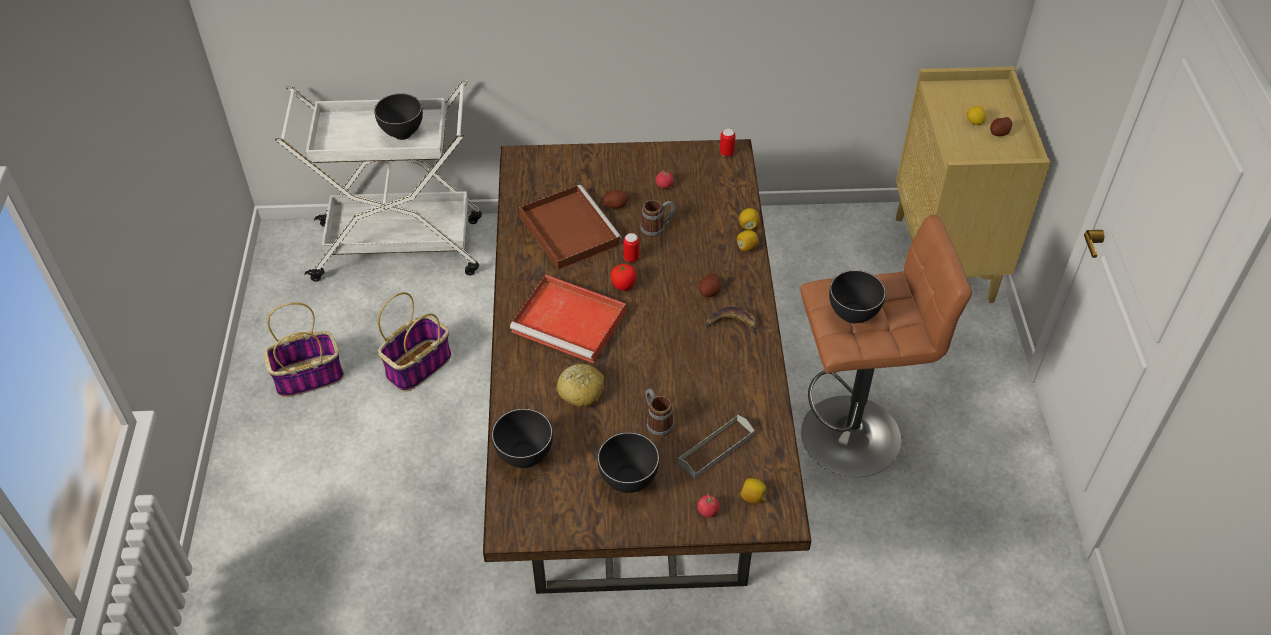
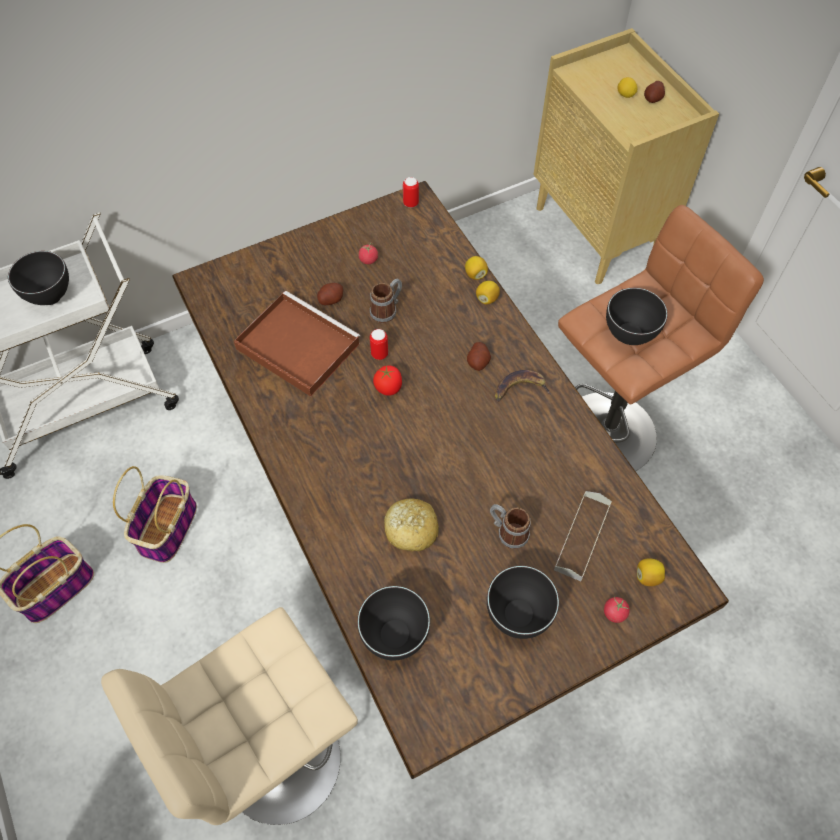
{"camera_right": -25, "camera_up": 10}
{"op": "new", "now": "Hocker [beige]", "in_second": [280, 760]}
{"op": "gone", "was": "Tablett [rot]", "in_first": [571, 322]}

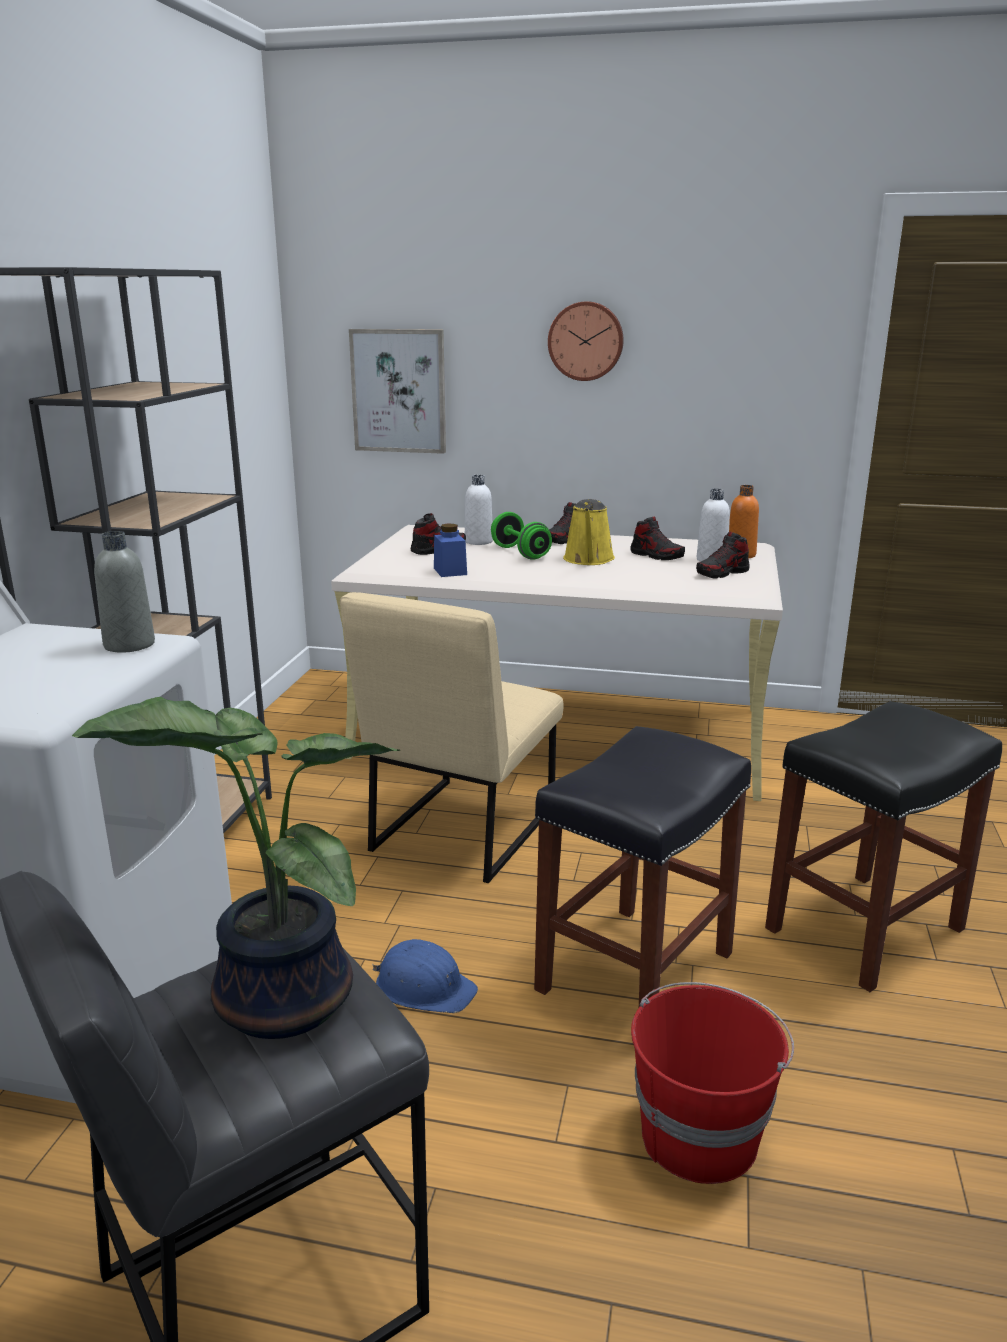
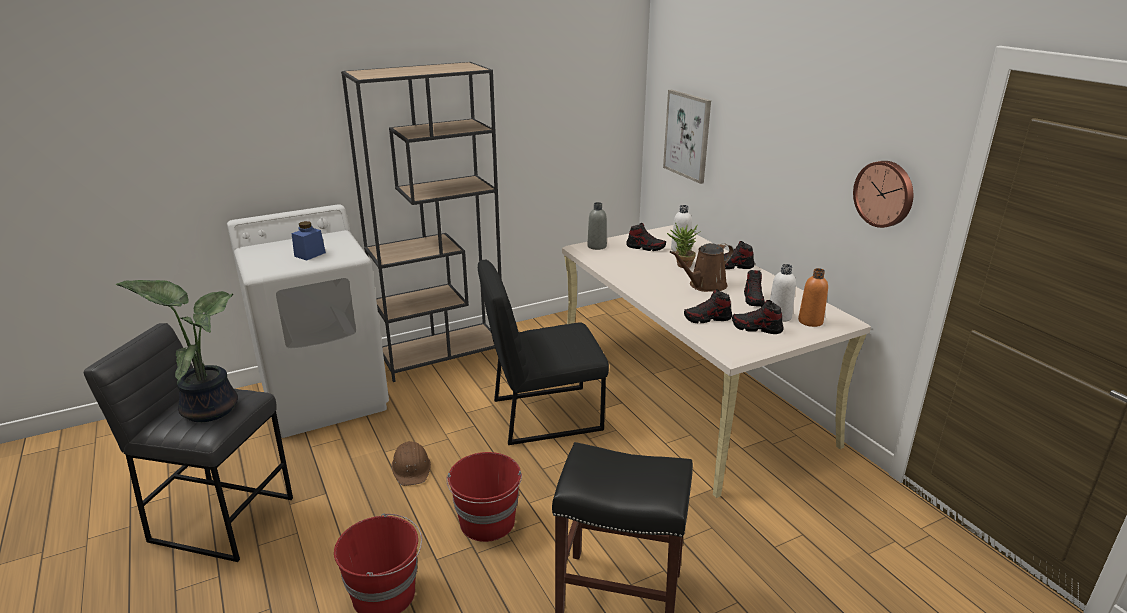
{"camera_right": 50, "camera_up": 5}
{"op": "shifted", "was": "Vorratsglas [blau]", "in_first": [450, 571], "in_second": [310, 254]}
{"op": "repainted", "was": "Schutzhelm [blau]", "now": "Schutzhelm [braun]", "in_first": [424, 987], "in_second": [411, 468]}
{"op": "swapped", "was": "Hocker [schwarz]", "now": "Eimer [rot]", "in_first": [635, 969], "in_second": [487, 522]}
{"op": "repainted", "was": "Stuhl [beige]", "now": "Stuhl [schwarz]", "in_first": [460, 830], "in_second": [543, 414]}
{"op": "shifted", "was": "Flasche [grau]", "in_first": [129, 645], "in_second": [597, 246]}
{"op": "swapped", "was": "Hantel [grün]", "now": "Topfpflanze", "in_first": [520, 553], "in_second": [681, 266]}
{"op": "repainted", "was": "Gießkanne [gelb]", "now": "Gießkanne [braun]", "in_first": [588, 560], "in_second": [705, 285]}
{"op": "new", "now": "Schuh", "in_second": [707, 318]}
{"op": "shifted", "was": "Wanduhr", "in_first": [586, 341], "in_second": [885, 193]}

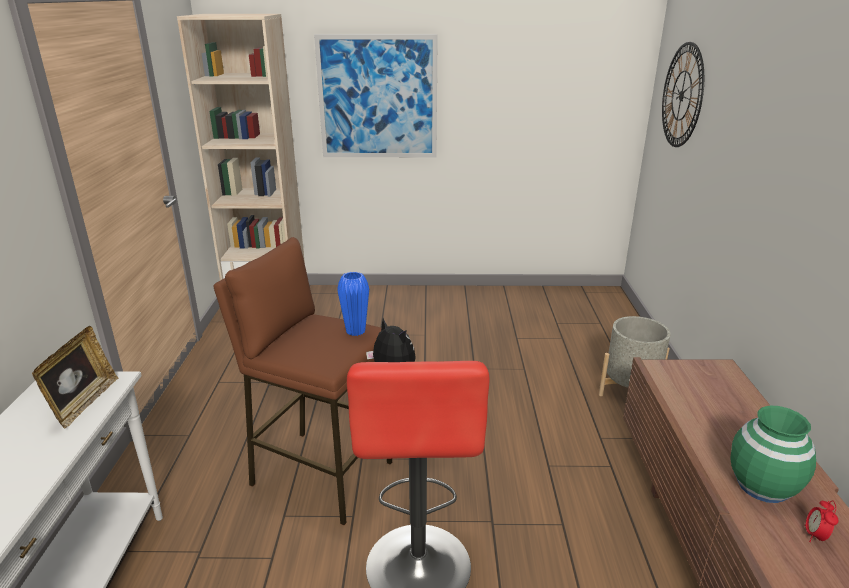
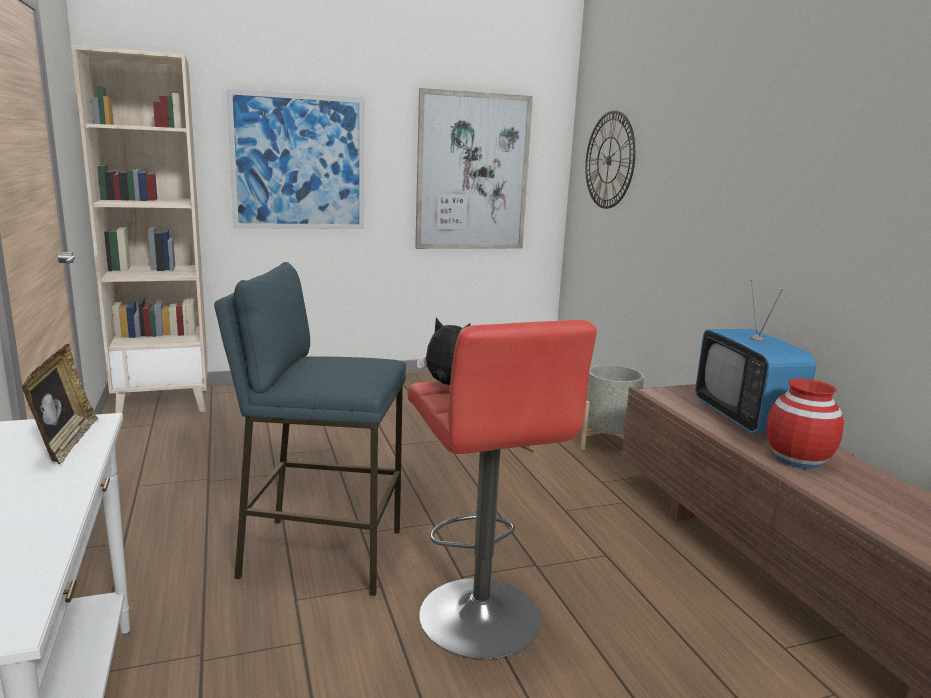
{"camera_right": -20, "camera_up": -10}
{"op": "repainted", "was": "Hocker [braun]", "now": "Hocker [blau]", "in_first": [321, 473], "in_second": [321, 553]}
{"op": "new", "now": "Bild", "in_second": [472, 172]}
{"op": "new", "now": "Fernseher", "in_second": [745, 419]}
{"op": "repainted", "was": "Vase [grün]", "now": "Vase [rot]", "in_first": [762, 485], "in_second": [797, 459]}
{"op": "gone", "was": "Vase [blau]", "in_first": [355, 331]}
{"op": "gone", "was": "Wecker", "in_first": [815, 536]}

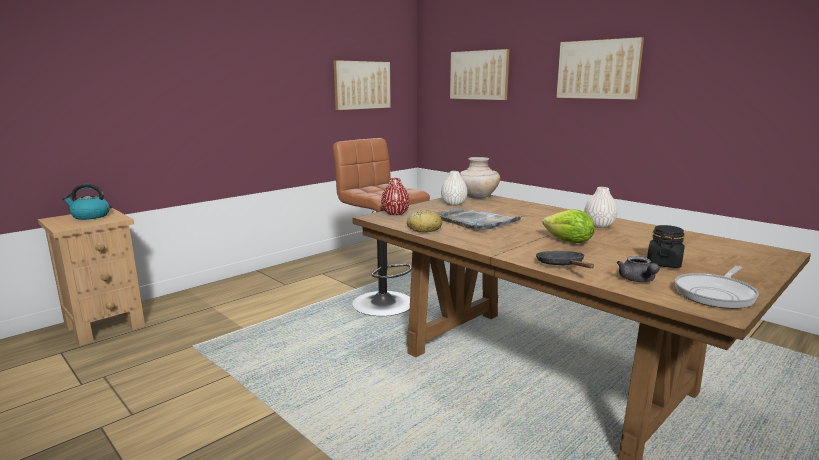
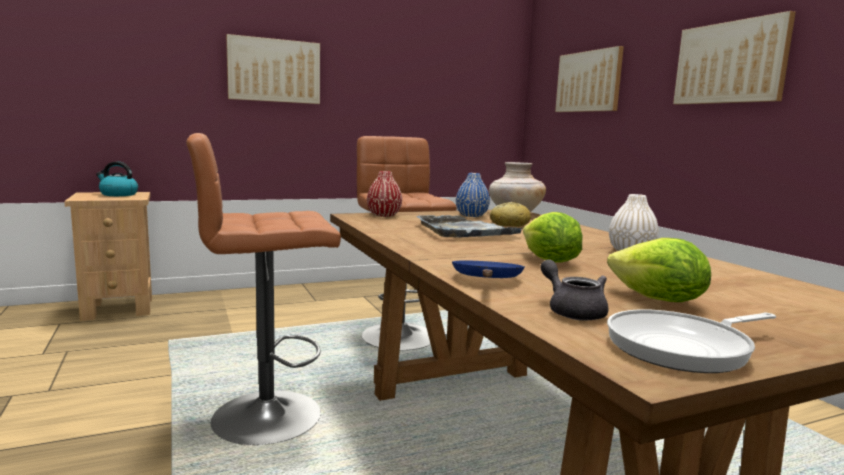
{"camera_right": 20, "camera_up": -5}
{"op": "new", "now": "Hocker [braun]", "in_second": [265, 416]}
{"op": "shifted", "was": "Bild", "in_first": [362, 85], "in_second": [274, 70]}
{"op": "repainted", "was": "Pfanne [schwarz]", "now": "Pfanne [blau]", "in_first": [562, 266], "in_second": [487, 280]}
{"op": "repainted", "was": "Vase [weiß]", "now": "Vase [blau]", "in_first": [453, 204], "in_second": [471, 215]}
{"op": "shifted", "was": "Brot", "in_first": [424, 229], "in_second": [509, 224]}
{"op": "rotated", "was": "Teekanne [grau]", "in_first": [638, 280], "in_second": [572, 311], "clockwise": 135}
{"op": "swapped", "was": "Vorratsglas [schwarz]", "now": "Salatkopf", "in_first": [664, 263], "in_second": [657, 300]}

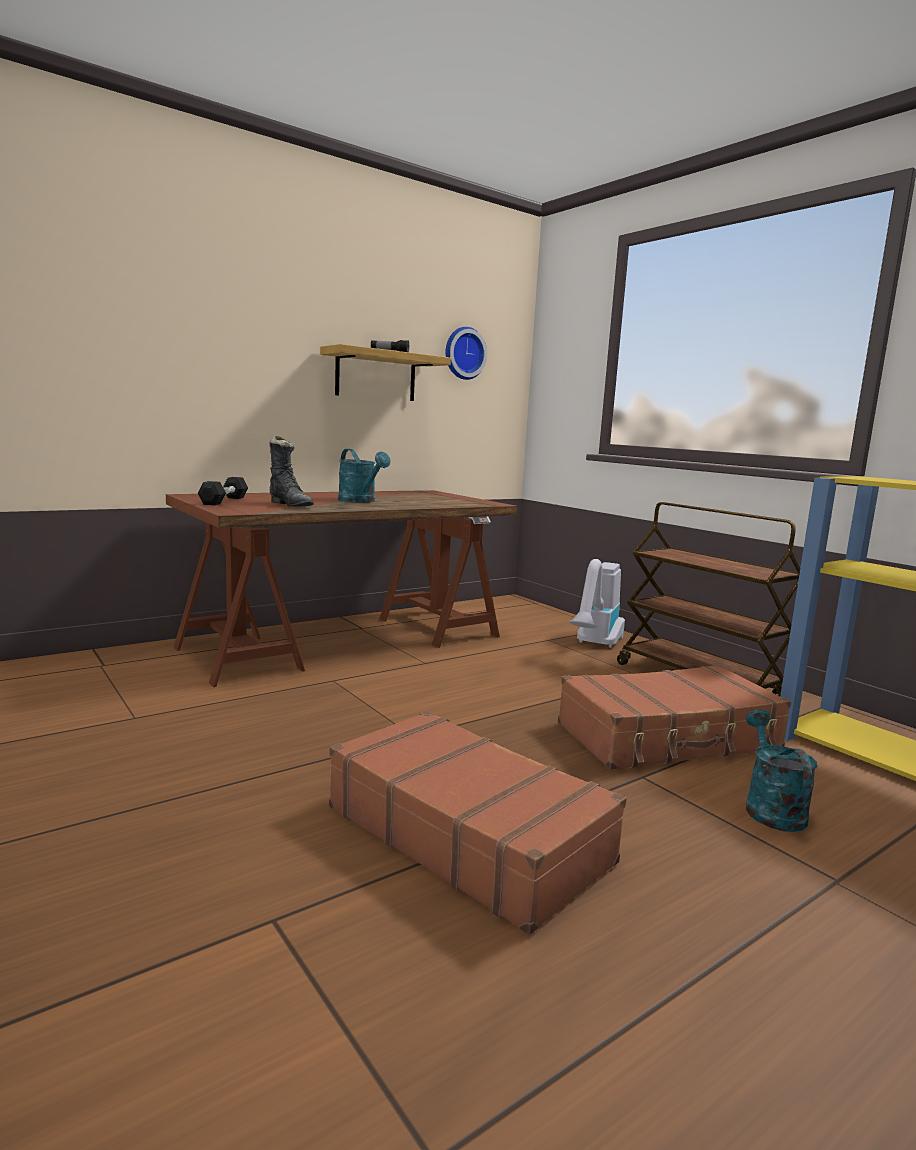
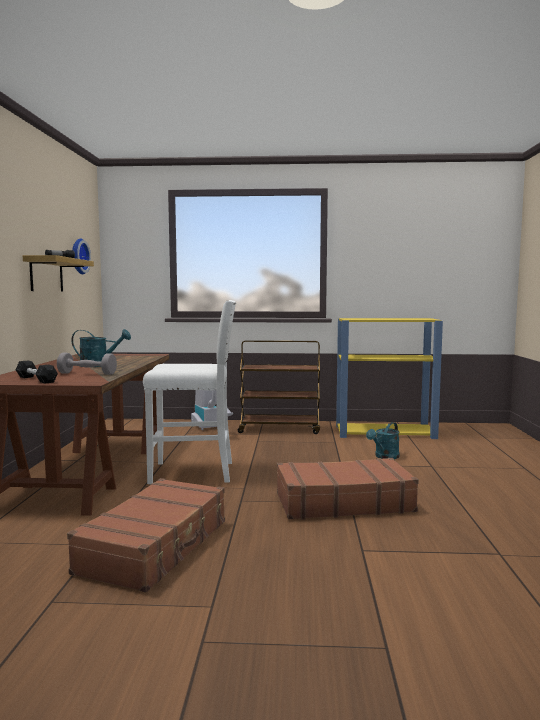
{"camera_right": -50, "camera_up": -5}
{"op": "swapped", "was": "Stiefel [schwarz]", "now": "Hantel [grau]", "in_first": [291, 505], "in_second": [87, 374]}
{"op": "shifted", "was": "Koffer [braun]", "in_first": [669, 737], "in_second": [156, 546]}
{"op": "new", "now": "Hocker [weiß]", "in_second": [194, 472]}
{"op": "rotated", "was": "Gießkanne [türkis]", "in_first": [770, 807], "in_second": [384, 457], "clockwise": -90}

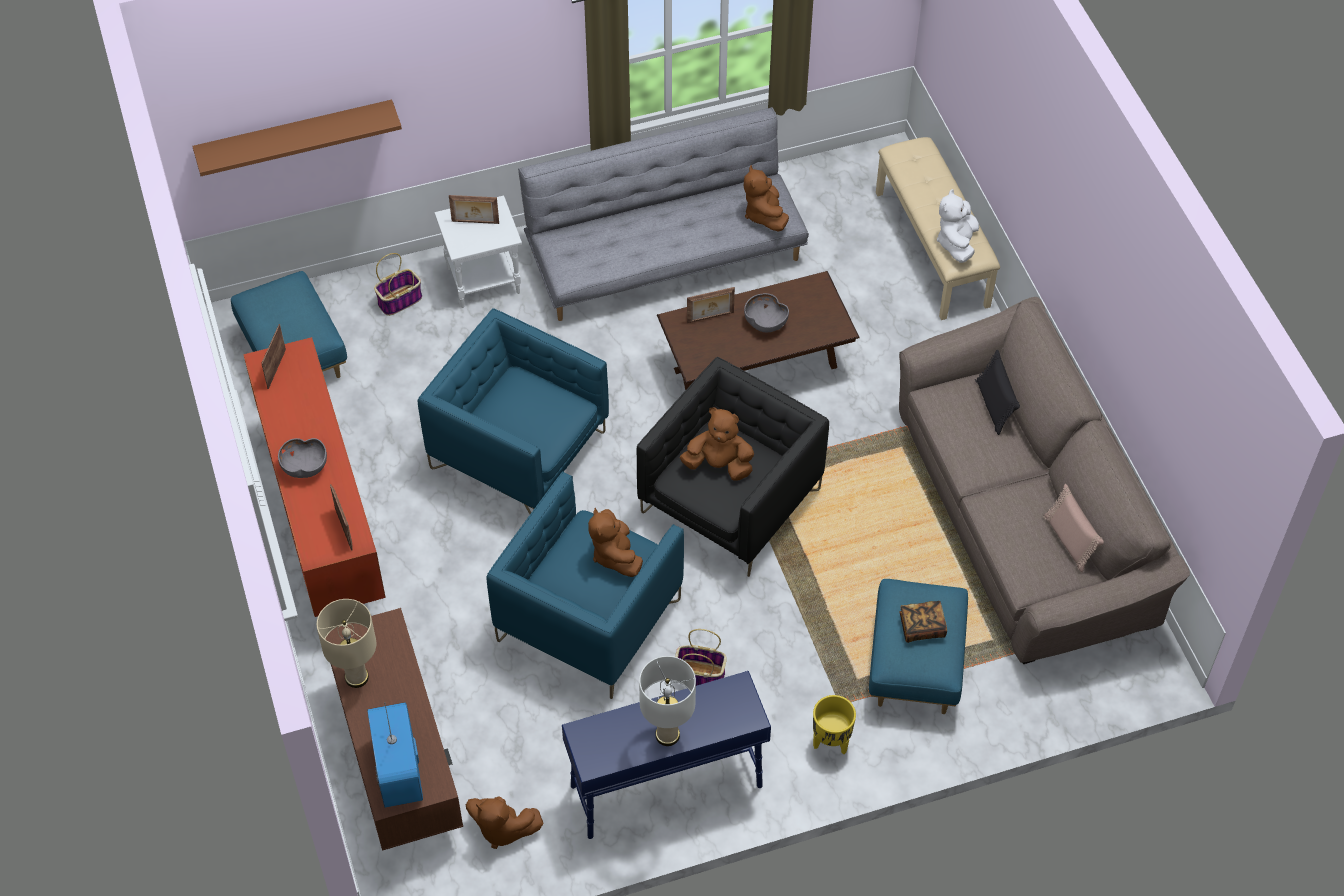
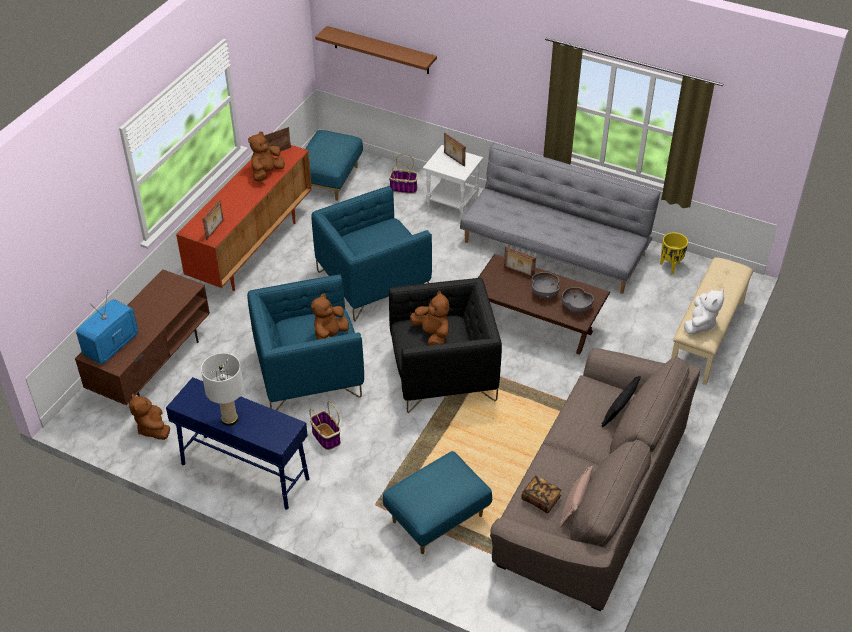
{"camera_right": 45, "camera_up": -10}
{"op": "shifted", "was": "Plüschtier [braun]", "in_first": [764, 214], "in_second": [266, 173]}
{"op": "rotated", "was": "Sessel [blau]", "in_first": [519, 452], "in_second": [373, 282], "clockwise": -105}
{"op": "shifted", "was": "Buch", "in_first": [922, 627], "in_second": [540, 499]}
{"op": "shifted", "was": "Schüssel [grau]", "in_first": [304, 467], "in_second": [576, 307]}
{"op": "shifted", "was": "Pflanzkübel [gelb]", "in_first": [831, 741], "in_second": [670, 266]}
{"op": "rotated", "was": "Plüschtier [weiß]", "in_first": [956, 243], "in_second": [700, 324], "clockwise": 150}
{"op": "gone", "was": "Tischlampe [beige]", "in_first": [356, 677]}

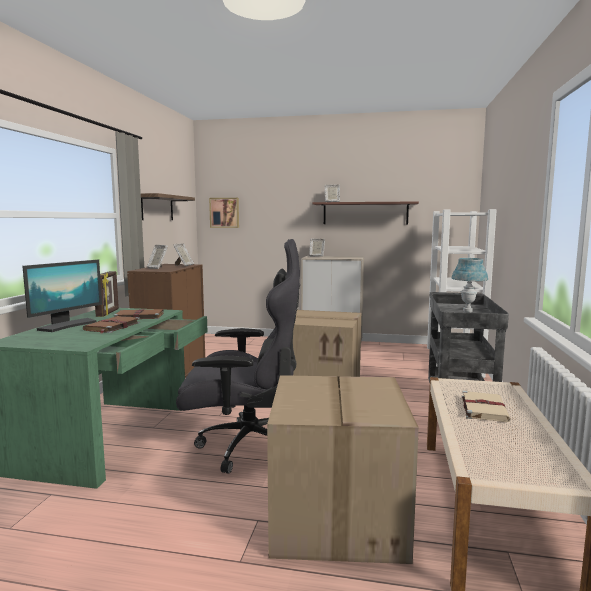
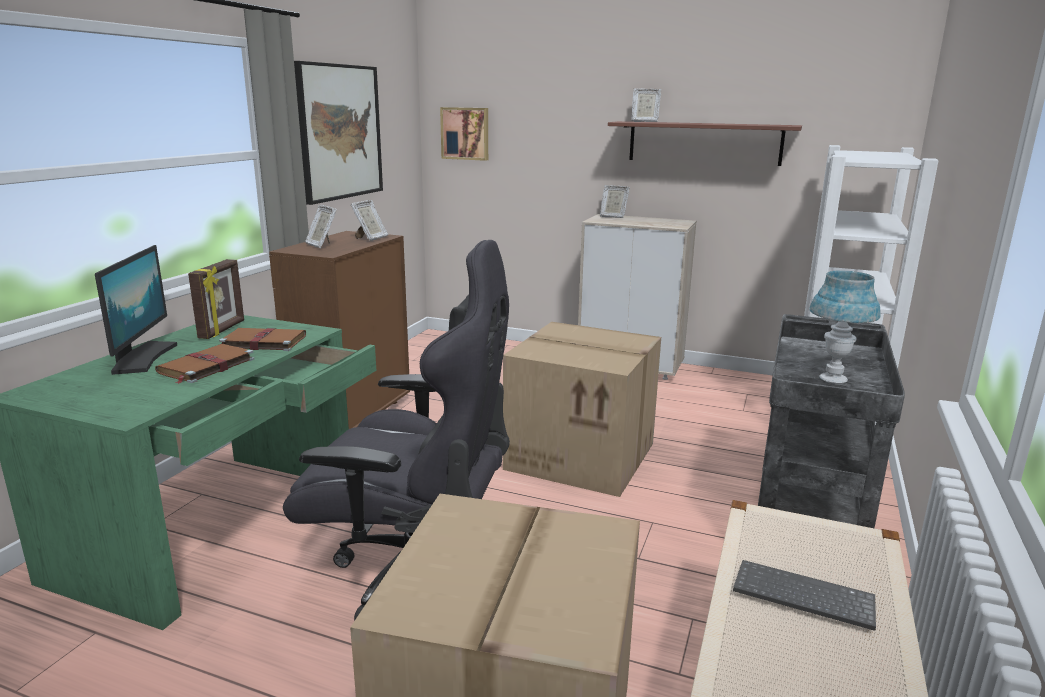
{"camera_right": 10, "camera_up": 10}
{"op": "rotated", "was": "Monitor", "in_first": [67, 325], "in_second": [142, 358], "clockwise": -45}
{"op": "swapped", "was": "Wandregal", "now": "Bild", "in_first": [157, 207], "in_second": [340, 132]}
{"op": "swapped", "was": "Buch [beige]", "now": "Tastatur", "in_first": [483, 408], "in_second": [801, 598]}

